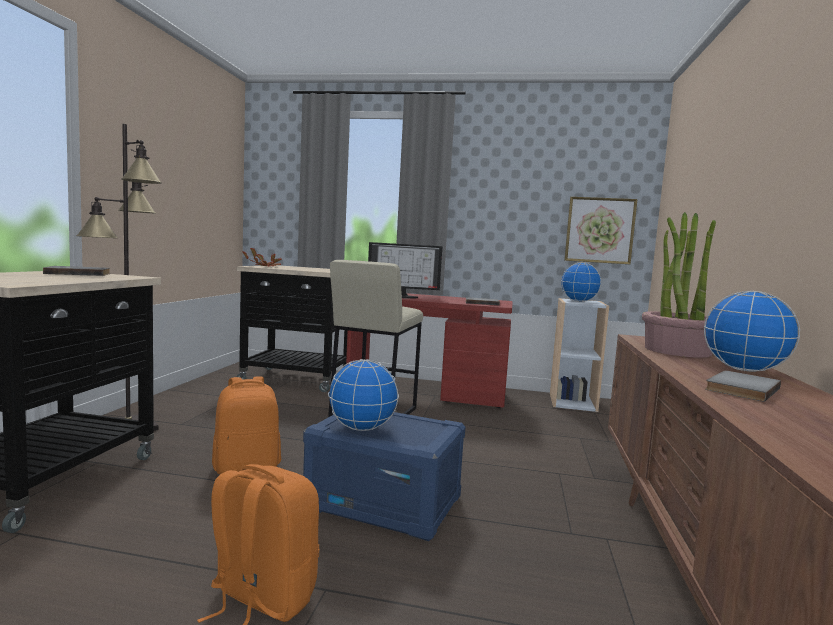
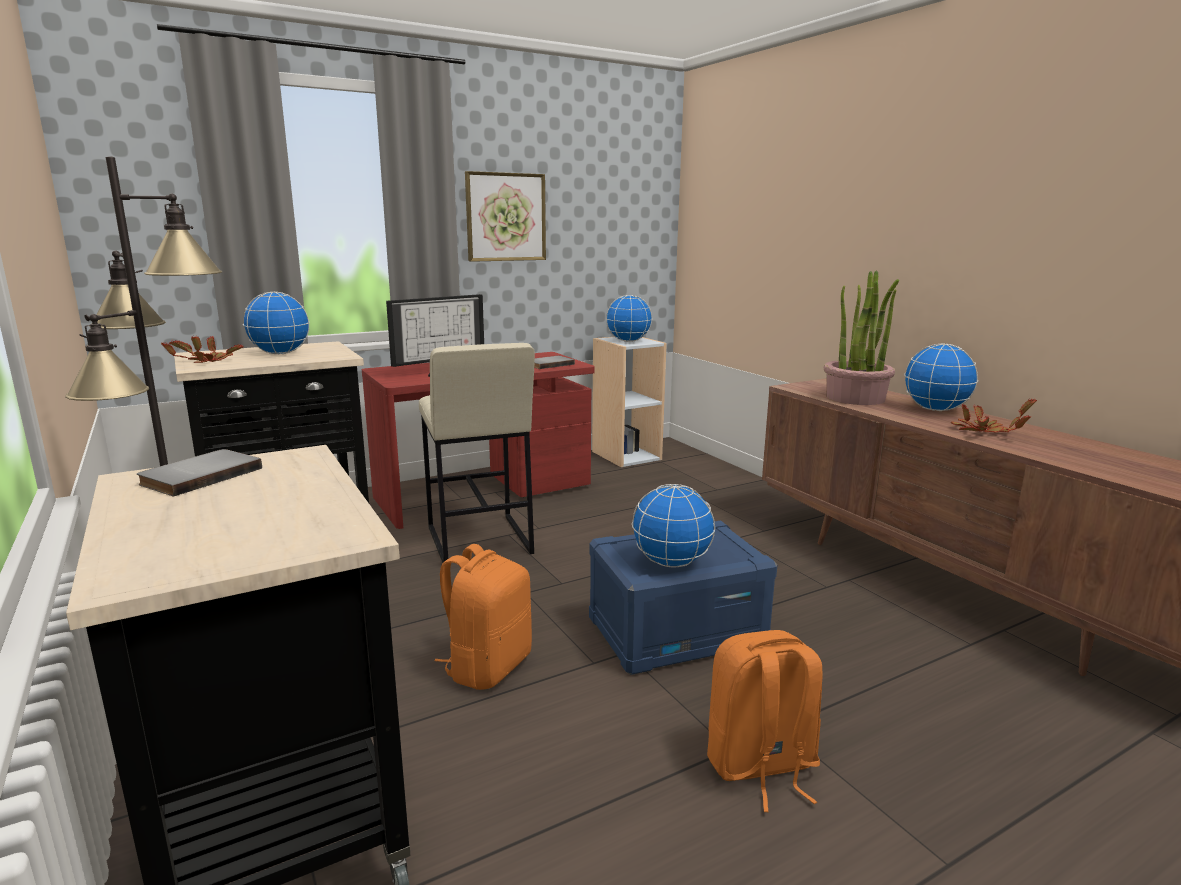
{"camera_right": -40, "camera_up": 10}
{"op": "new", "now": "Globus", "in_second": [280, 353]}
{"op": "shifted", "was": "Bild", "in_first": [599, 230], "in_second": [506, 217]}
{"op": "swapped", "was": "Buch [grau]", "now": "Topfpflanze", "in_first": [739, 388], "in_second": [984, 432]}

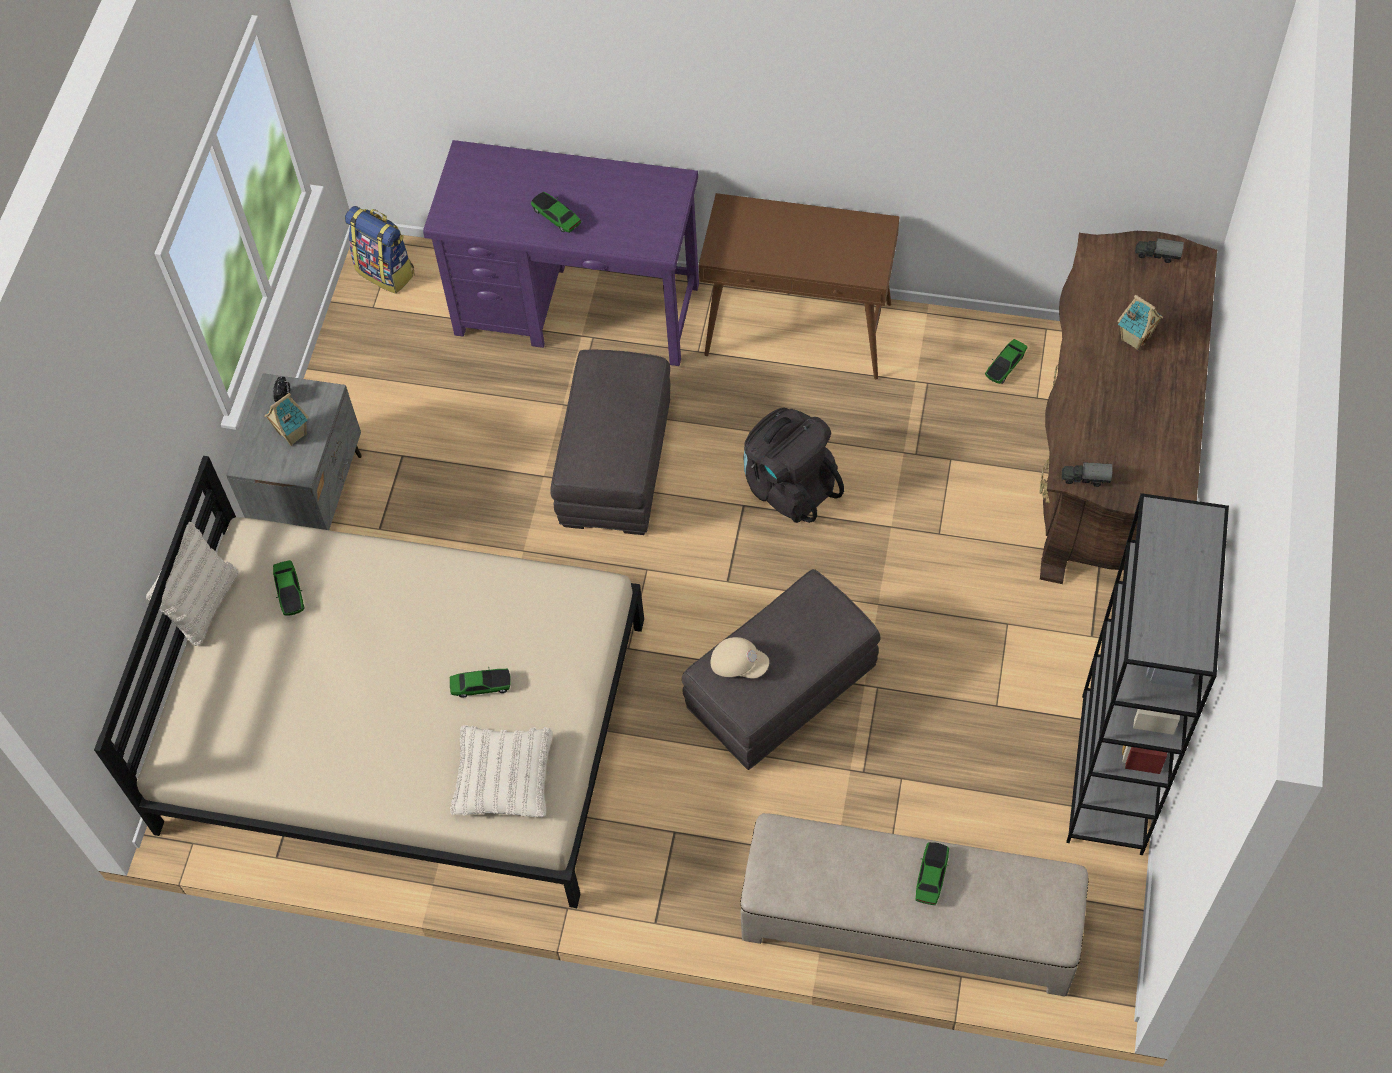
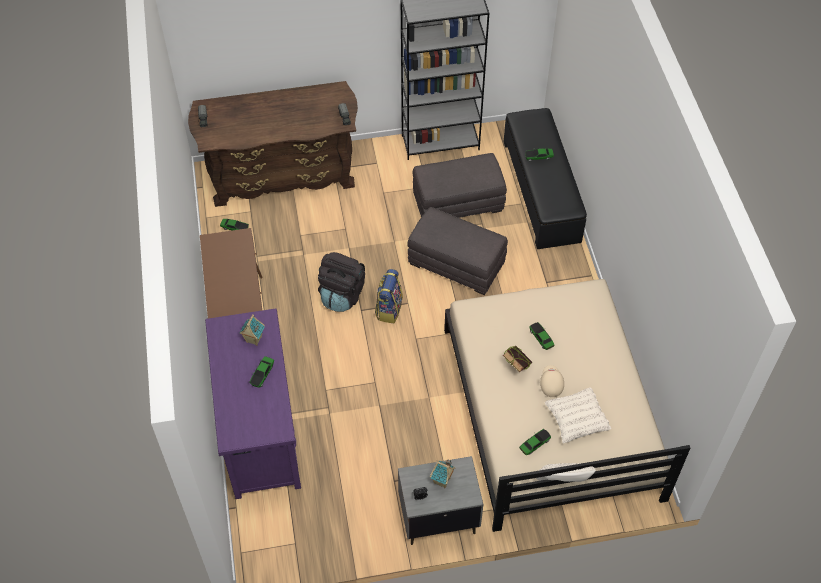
{"camera_right": -115, "camera_up": -5}
{"op": "shifted", "was": "Spielzeughaus", "in_first": [1134, 338], "in_second": [253, 340]}
{"op": "shifted", "was": "Rucksack", "in_first": [386, 271], "in_second": [388, 309]}
{"op": "shifted", "was": "Polsterhocker [grau]", "in_first": [617, 466], "in_second": [458, 202]}
{"op": "new", "now": "Buch", "in_second": [516, 367]}
{"op": "repainted", "was": "Bank [beige]", "now": "Bank [schwarz]", "in_first": [907, 921], "in_second": [541, 191]}
{"op": "shifted", "was": "Kappe [beige]", "in_first": [739, 664], "in_second": [550, 384]}
{"op": "shifted", "was": "Kissen [beige]", "in_first": [503, 777], "in_second": [576, 418]}

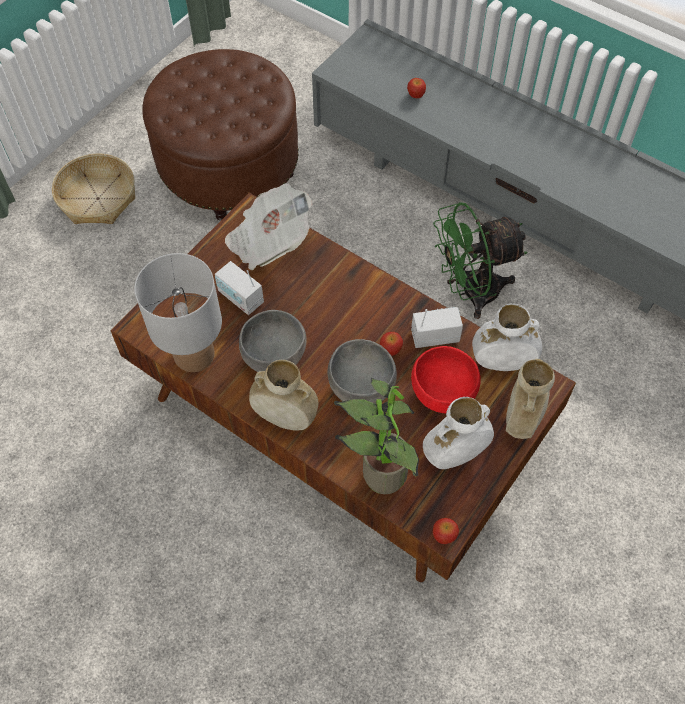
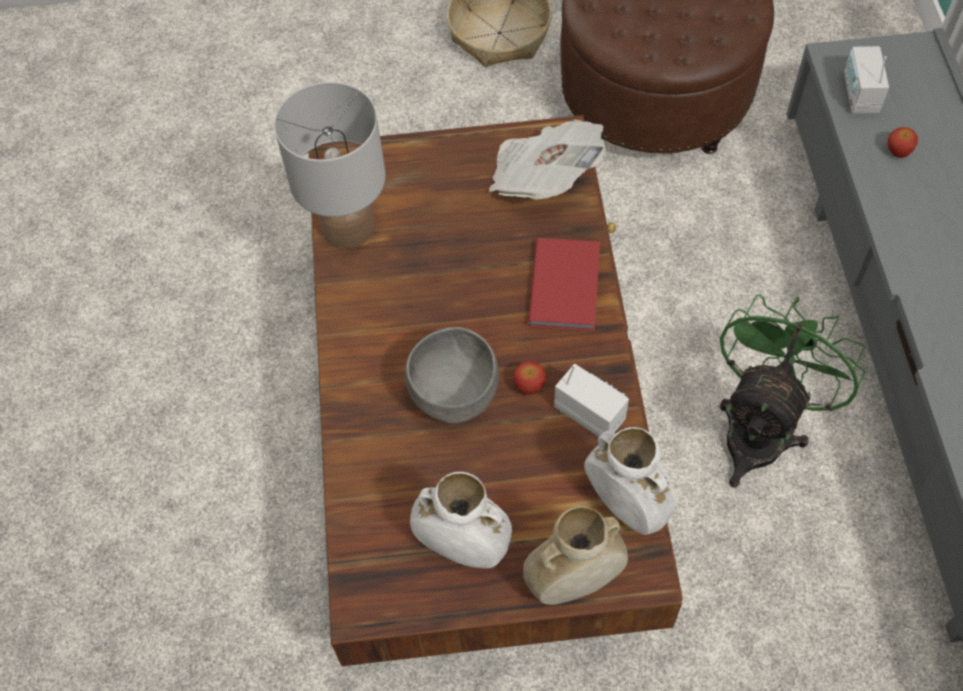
{"camera_right": 50, "camera_up": 0}
{"op": "new", "now": "Buch [rot]", "in_second": [567, 285]}
{"op": "rotated", "was": "Ventilator [grün]", "in_first": [470, 292], "in_second": [760, 430], "clockwise": 90}
{"op": "shifted", "was": "Radio", "in_first": [240, 298], "in_second": [859, 94]}
{"op": "gone", "was": "Schüssel [grau]", "in_first": [275, 358]}
{"op": "gone", "was": "Vase [beige]", "in_first": [285, 417]}
{"op": "gone", "was": "Topfpflanze", "in_first": [377, 476]}
{"op": "gone", "was": "Schüssel [rot]", "in_first": [443, 395]}
{"op": "gone", "was": "Apfel", "in_first": [444, 535]}

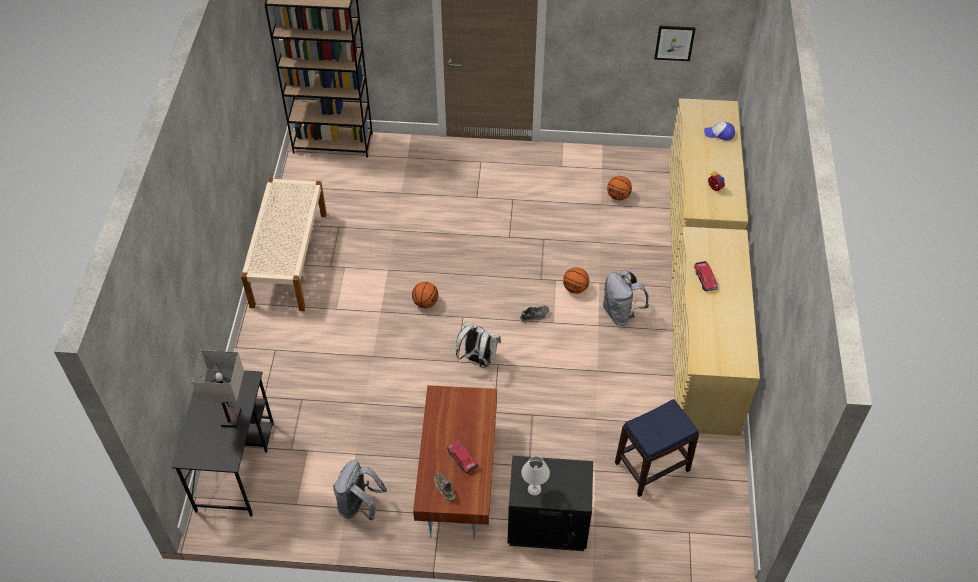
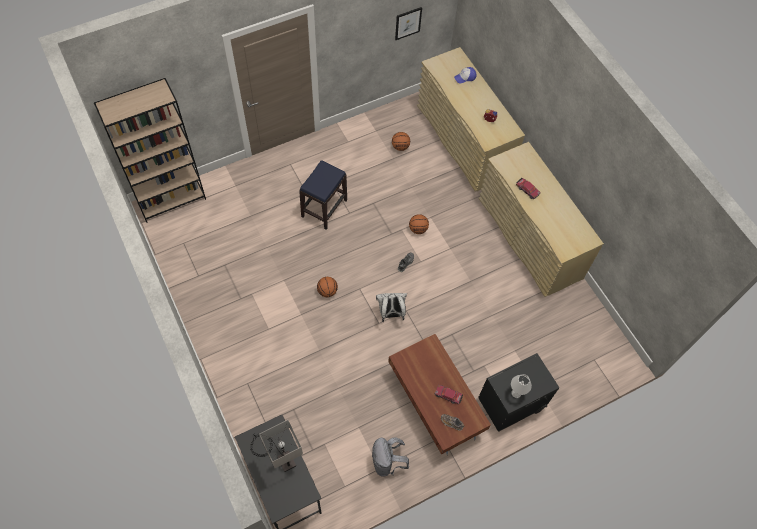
{"camera_right": -35, "camera_up": 10}
{"op": "shifted", "was": "Hocker", "in_first": [652, 467], "in_second": [324, 209]}
{"op": "gone", "was": "Bank [beige]", "in_first": [288, 259]}
{"op": "gone", "was": "Rucksack [grau]", "in_first": [621, 313]}

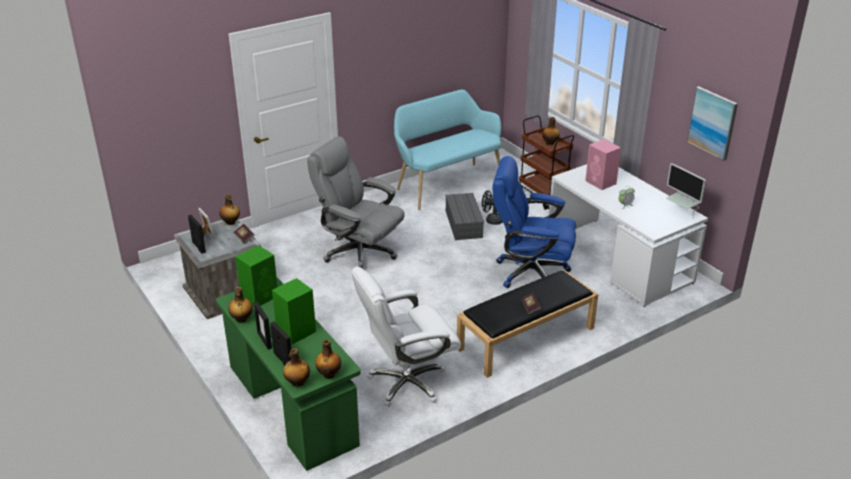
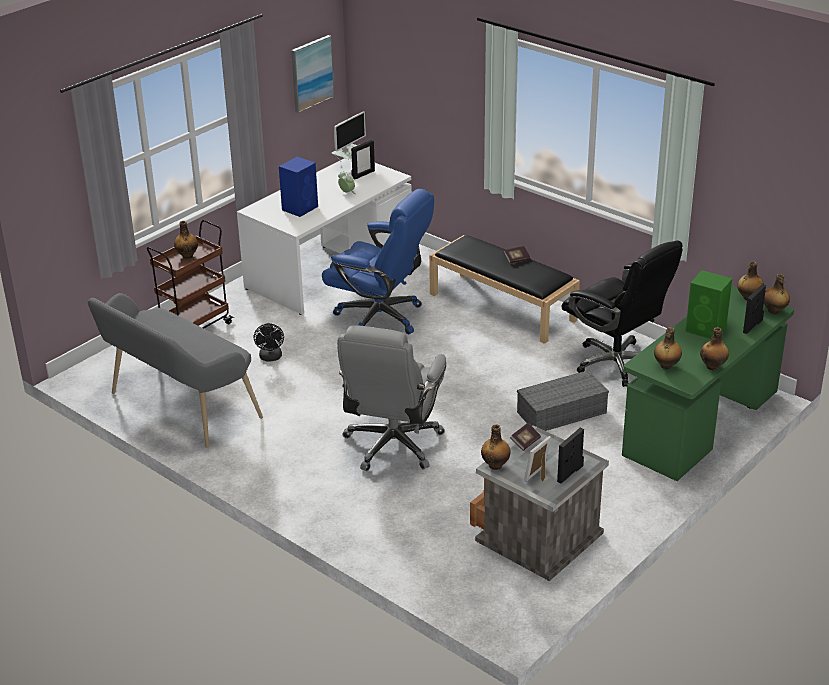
{"camera_right": -105, "camera_up": 0}
{"op": "repainted", "was": "Bank [türkis]", "now": "Bank [grau]", "in_first": [446, 184], "in_second": [178, 408]}
{"op": "repainted", "was": "Lautsprecher [rosa]", "now": "Lautsprecher [blau]", "in_first": [601, 182], "in_second": [300, 208]}
{"op": "rotated", "was": "Bürostuhl [blau]", "in_first": [531, 272], "in_second": [379, 317], "clockwise": -60}
{"op": "shifted", "was": "Bilderrahmen", "in_first": [265, 340], "in_second": [363, 174]}
{"op": "shifted", "was": "Aufbewahrungsbox [grau]", "in_first": [463, 223], "in_second": [561, 413]}
{"op": "repainted", "was": "Bürostuhl [weiß]", "now": "Bürostuhl [schwarz]", "in_first": [408, 381], "in_second": [614, 362]}
{"op": "swapped", "was": "Lautsprecher [grün]", "now": "Flasche", "in_first": [260, 296], "in_second": [666, 366]}

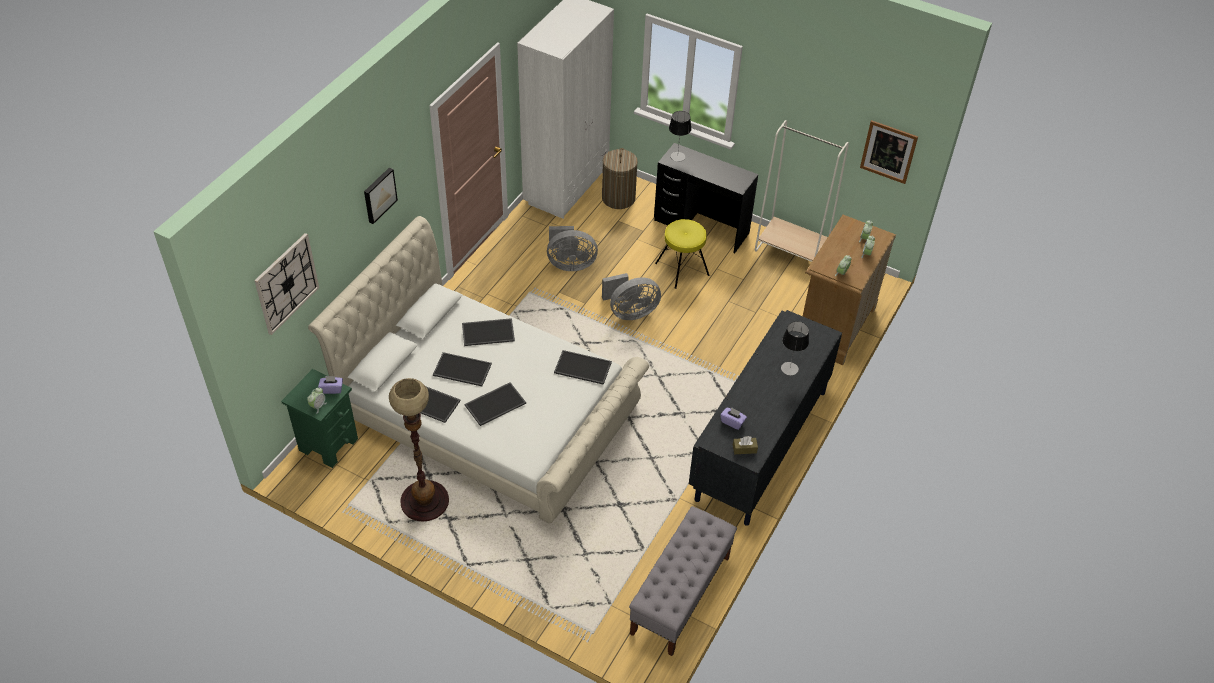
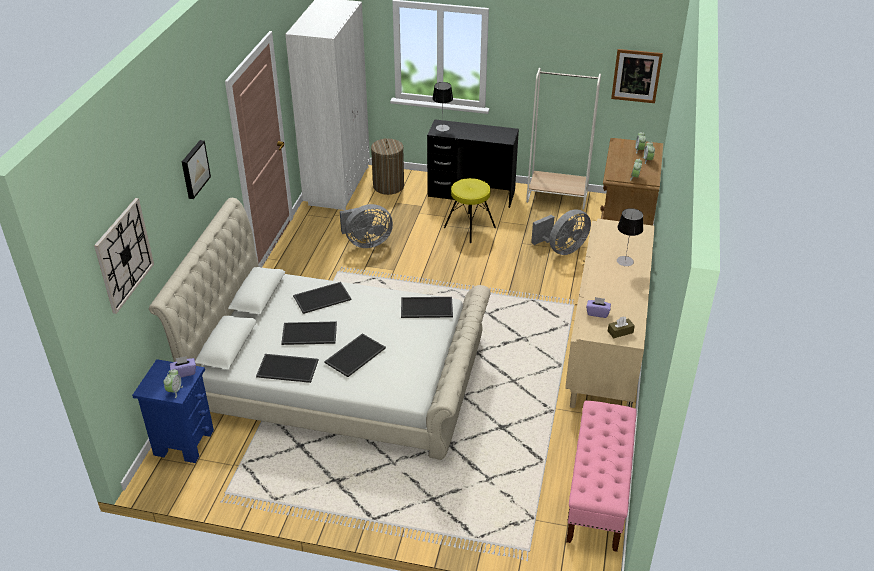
{"camera_right": -15, "camera_up": -10}
{"op": "repainted", "was": "Nachttisch [grün]", "now": "Nachttisch [blau]", "in_first": [329, 444], "in_second": [185, 442]}
{"op": "shifted", "was": "Ventilator [grau]", "in_first": [630, 312], "in_second": [562, 249]}
{"op": "repainted", "was": "Schrank [schwarz]", "now": "Schrank [beige]", "in_first": [759, 443], "in_second": [605, 347]}
{"op": "repainted", "was": "Bank [grau]", "now": "Bank [rosa]", "in_first": [680, 595], "in_second": [598, 493]}
{"op": "gone", "was": "Stehlampe", "in_first": [424, 501]}

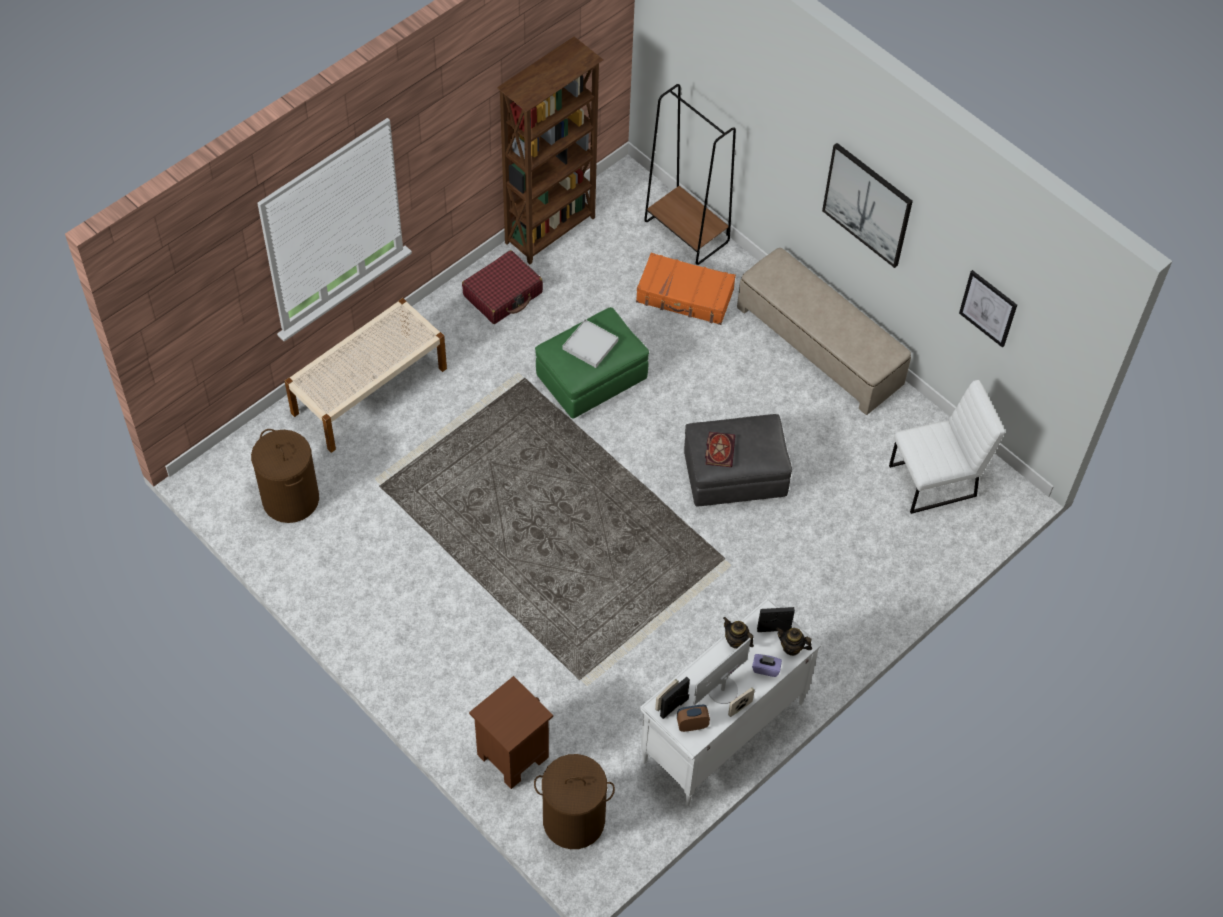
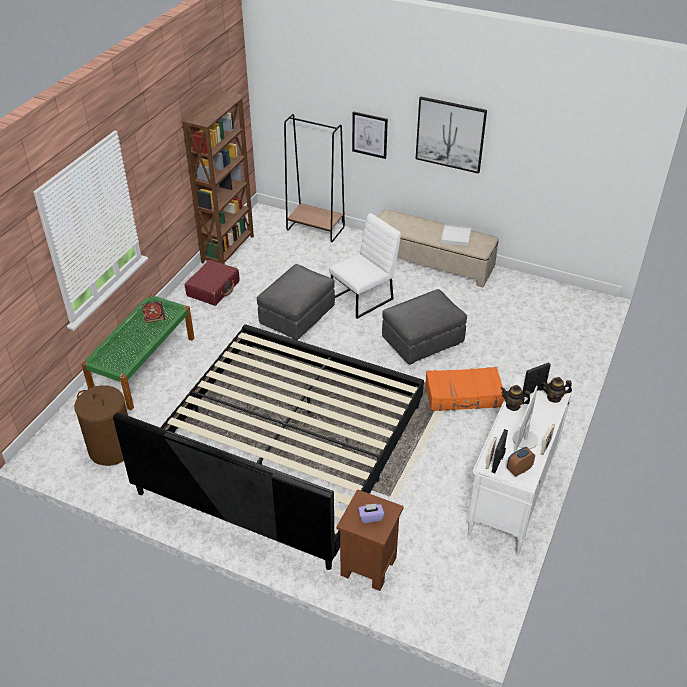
{"camera_right": -20, "camera_up": -15}
{"op": "repainted", "was": "Bank [beige]", "now": "Bank [grün]", "in_first": [369, 390], "in_second": [143, 365]}
{"op": "new", "now": "Bett", "in_second": [284, 448]}
{"op": "shifted", "was": "Buch", "in_first": [719, 449], "in_second": [153, 312]}
{"op": "repainted", "was": "Polsterhocker [grün]", "now": "Polsterhocker [grau]", "in_first": [591, 379], "in_second": [297, 317]}
{"op": "shifted", "was": "Stuhl [weiß]", "in_first": [935, 481], "in_second": [364, 298]}
{"op": "shifted", "was": "Bild", "in_first": [988, 308], "in_second": [369, 135]}
{"op": "shifted", "was": "Taschentuchbox [lila]", "in_first": [766, 669], "in_second": [370, 517]}
{"op": "shifted", "was": "Koffer [orange]", "in_first": [685, 296], "in_second": [463, 396]}
{"op": "shifted", "was": "Tablett [weiß]", "in_first": [590, 345], "in_second": [456, 236]}
{"op": "gone", "was": "Wäschekorb [braun]", "in_first": [573, 820]}

